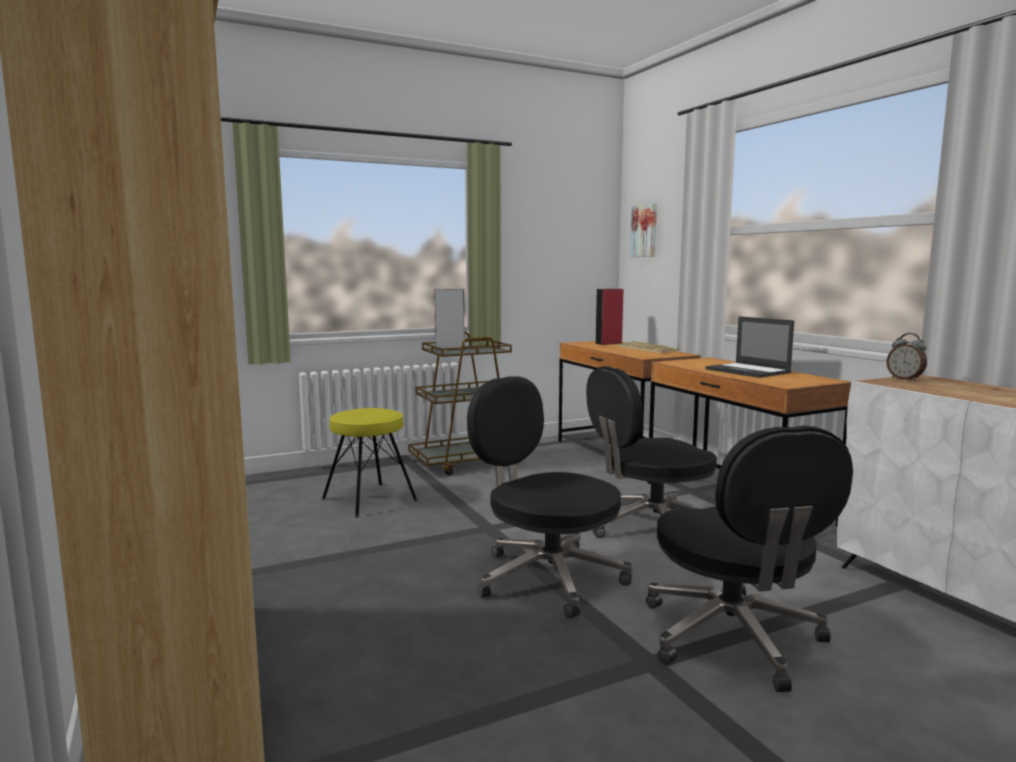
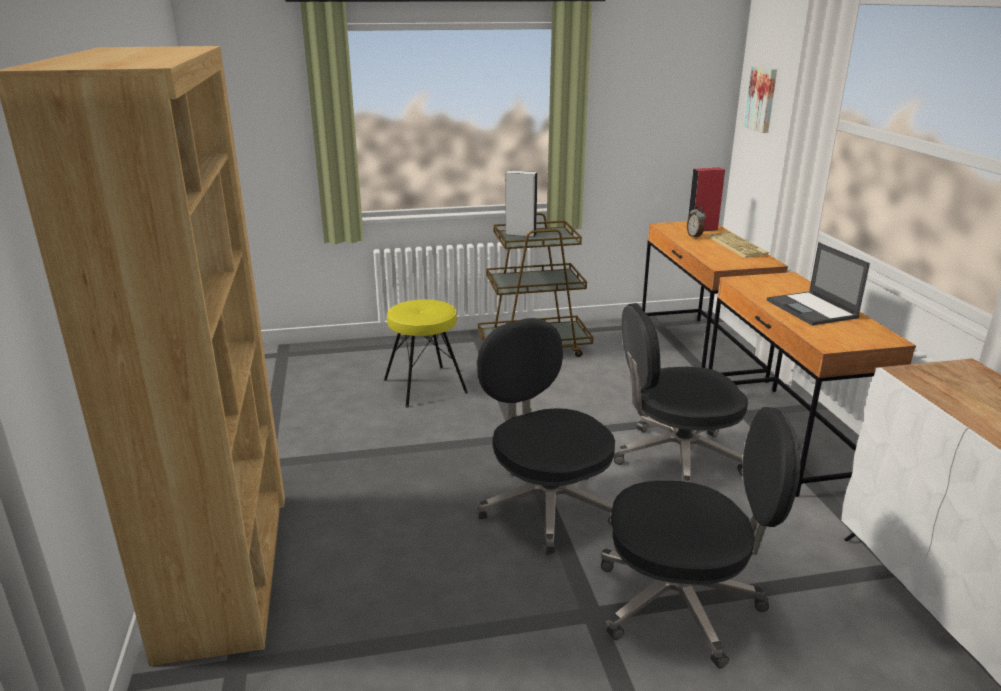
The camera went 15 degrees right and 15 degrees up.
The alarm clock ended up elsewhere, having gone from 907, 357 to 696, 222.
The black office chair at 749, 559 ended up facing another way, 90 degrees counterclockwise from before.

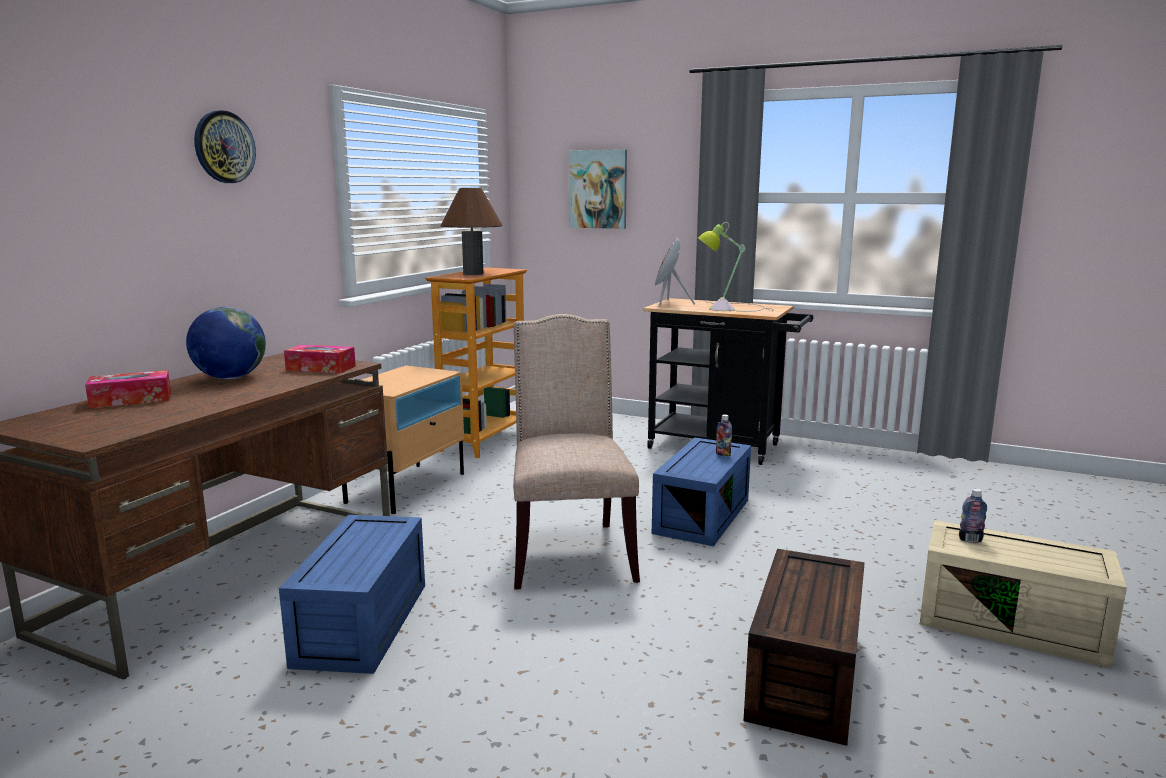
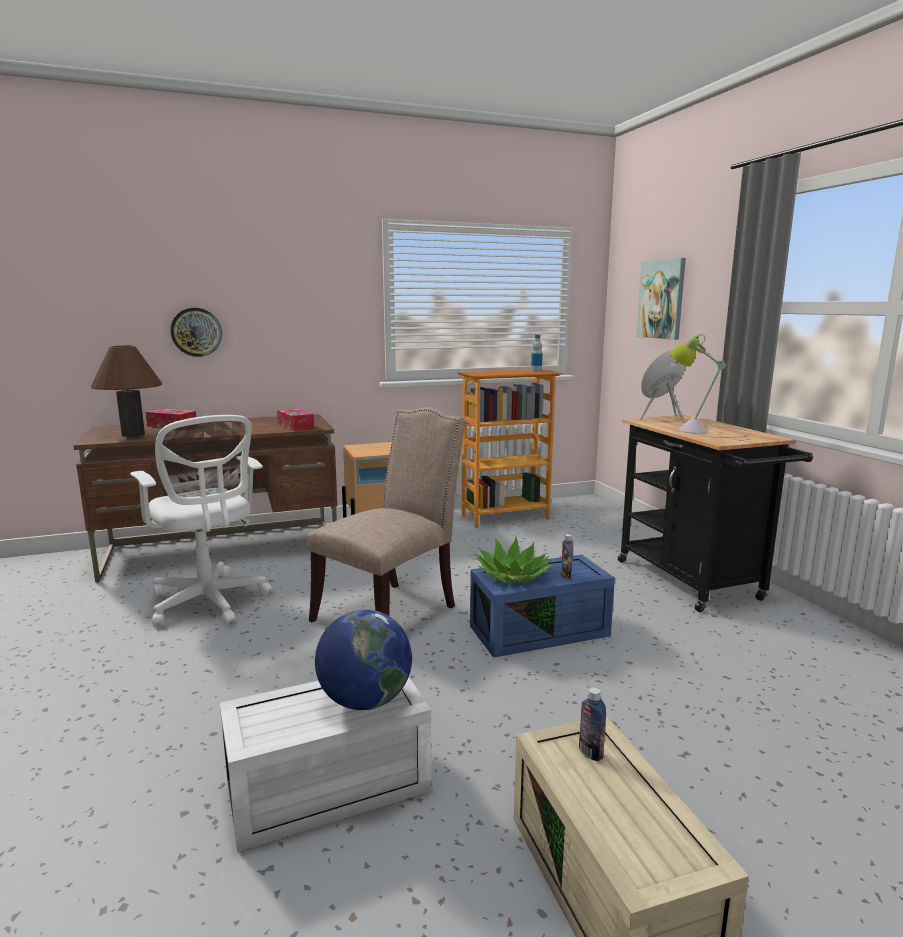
The camera went 45 degrees right and 0 degrees up.
The second view gained the potted plant at 513, 560.
The second view gained the bottle at 537, 353.
The globe ended up elsewhere, having gone from 226, 343 to 363, 660.
The wall clock ended up elsewhere, having gone from 225, 146 to 196, 332.
The brown table lamp ended up elsewhere, having gone from 471, 231 to 127, 391.
Where the blue storage box stood at 352, 594, the white office chair came to stand at 201, 521.
What was the brown storage box at 804, 647 turned into the white storage box at 325, 764.

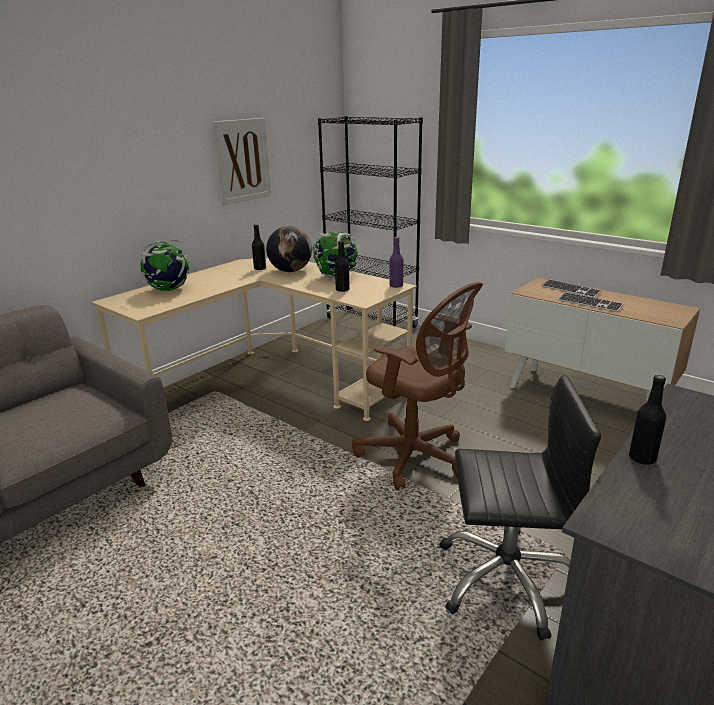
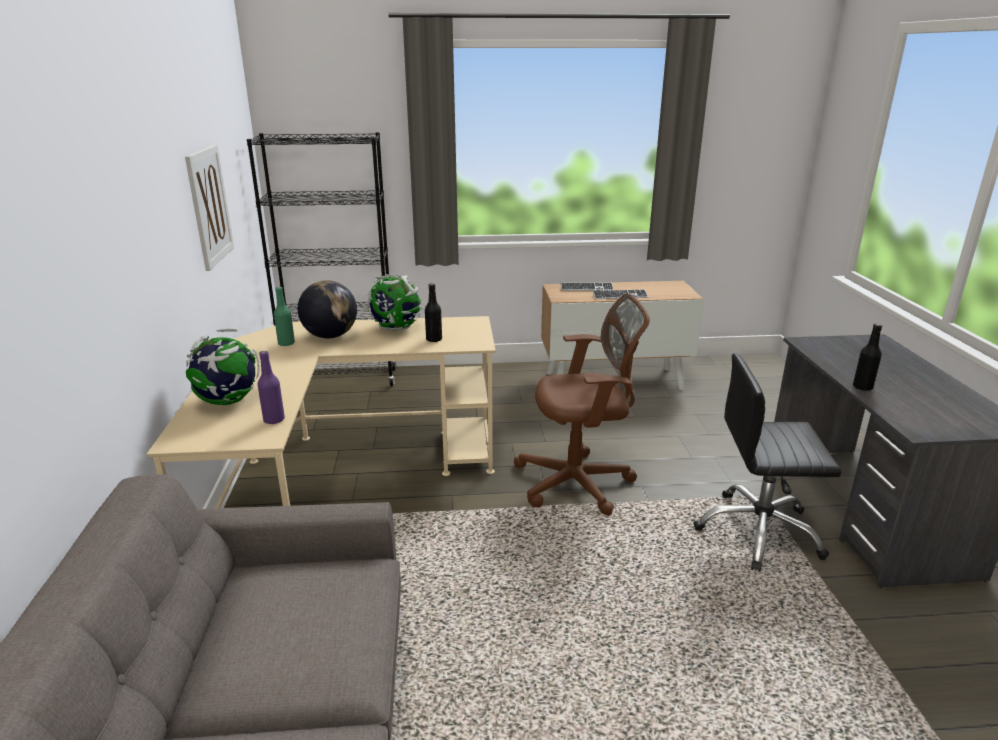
The camera went 45 degrees left and 0 degrees up.
The purple bottle ended up elsewhere, having gone from 396, 262 to 271, 387.
What was the black bottle at 259, 247 turned into the green bottle at 284, 316.
The black office chair at 520, 507 ended up facing another way, 135 degrees counterclockwise from before.

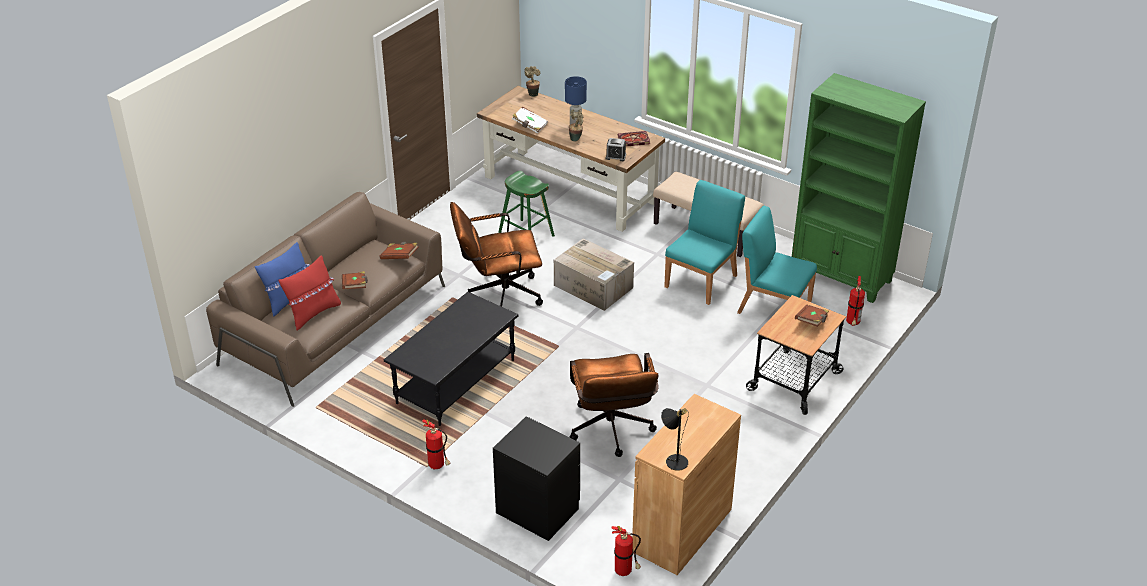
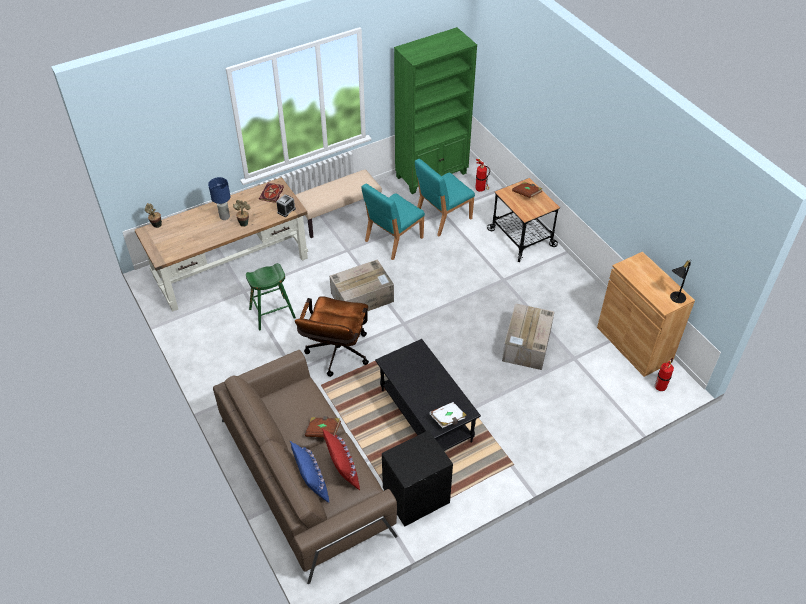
The camera went 65 degrees left and 10 degrees up.
The second view lost the brown book at 399, 250.
The second view lost the fire extinguisher at 436, 444.
The black nightstand ended up elsewhere, having gone from 536, 478 to 417, 478.
The white book ended up elsewhere, having gone from 530, 120 to 447, 415.
Where the brown office chair stood at 614, 405, the cardboard box came to stand at 528, 336.
The turquoise chair at 704, 242 ended up facing another way, 105 degrees counterclockwise from before.

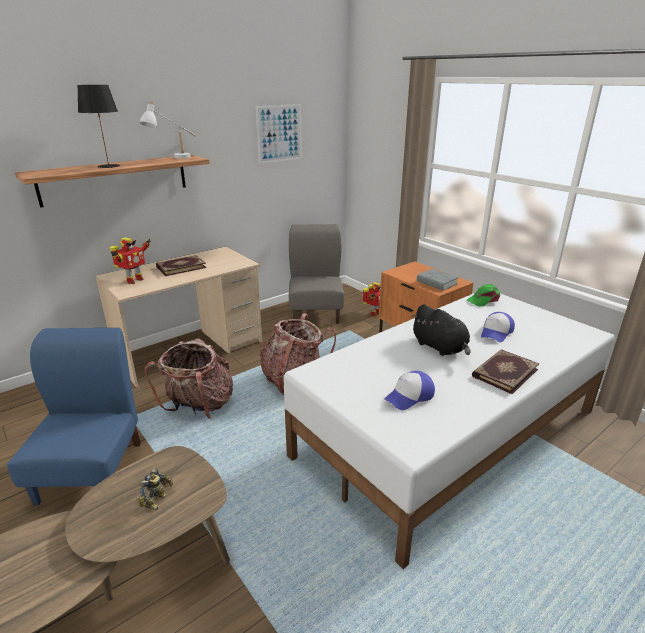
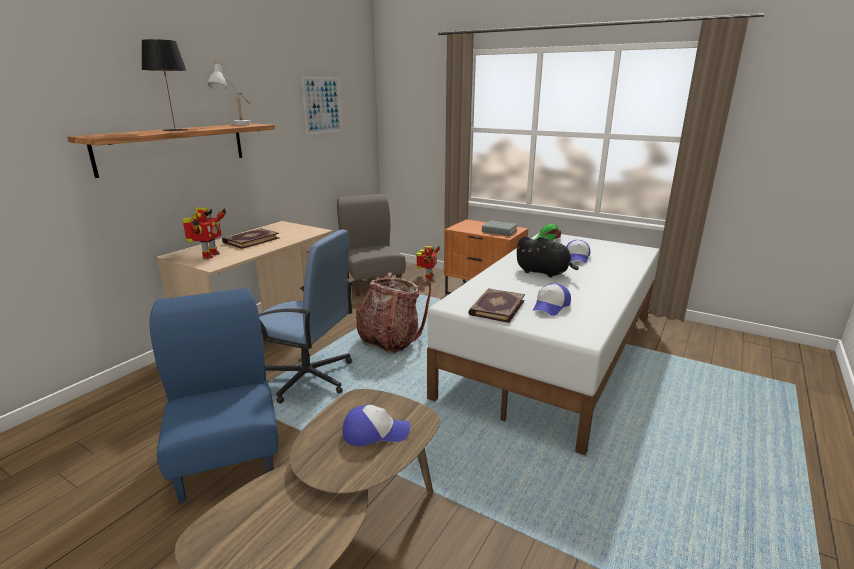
The camera went 20 degrees left and 5 degrees down.
The book ended up elsewhere, having gone from 505, 371 to 496, 305.
Where the toy robot stood at 156, 489, the cap came to stand at 376, 425.
Where the backpack stood at 188, 378, the blue office chair came to stand at 306, 316.

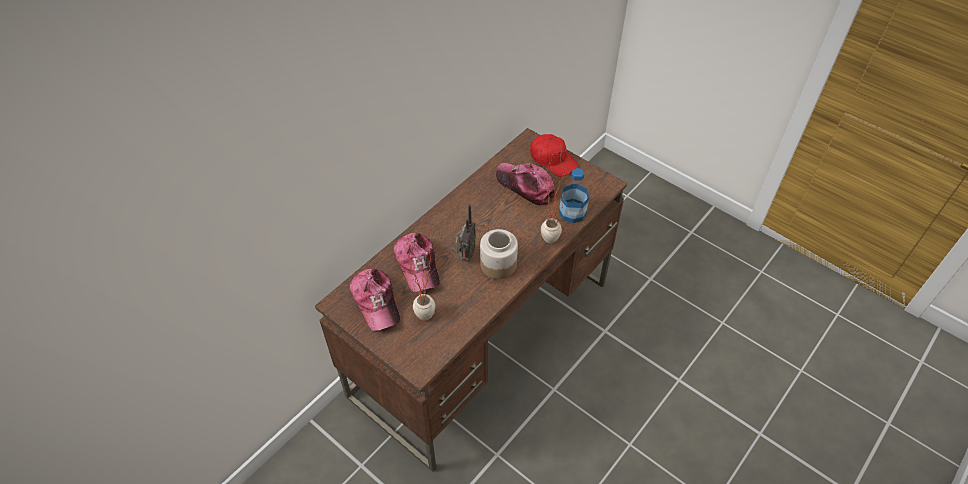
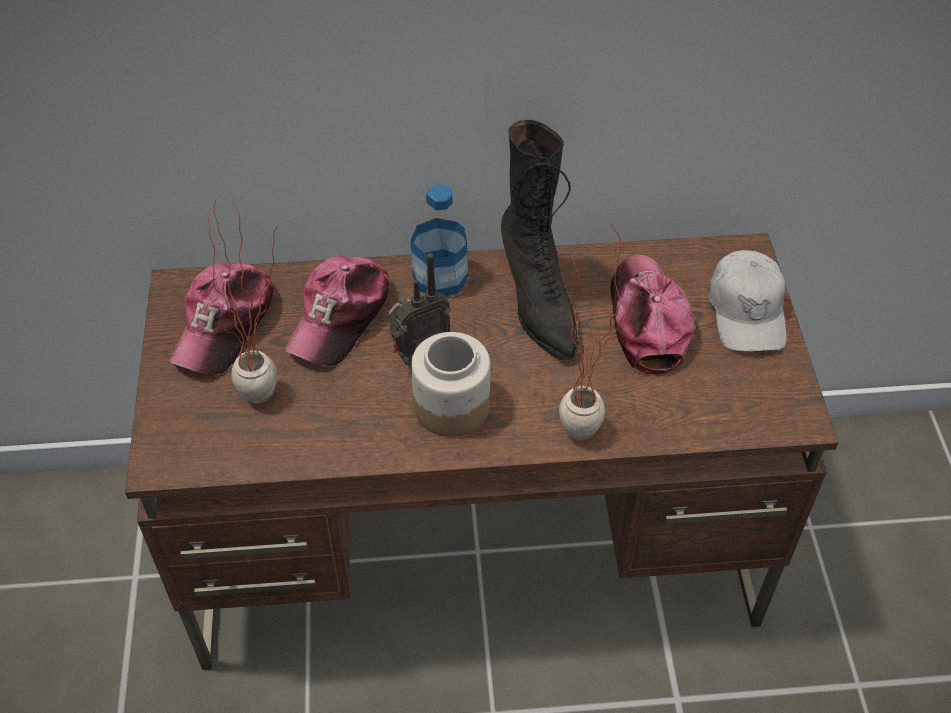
The camera went 45 degrees right and 0 degrees up.
The second view gained the black boot at 539, 240.
The bottle ended up elsewhere, having gone from 574, 195 to 439, 240.
What was the red cap at 554, 155 turned into the white cap at 747, 301.

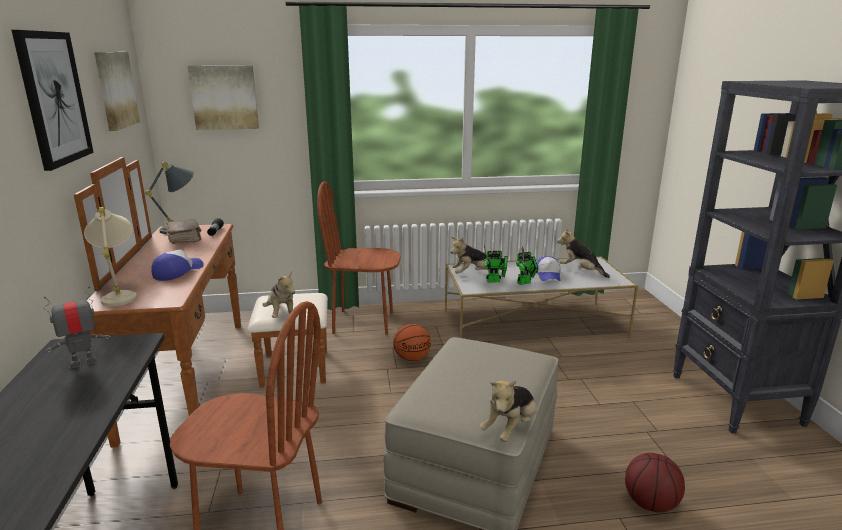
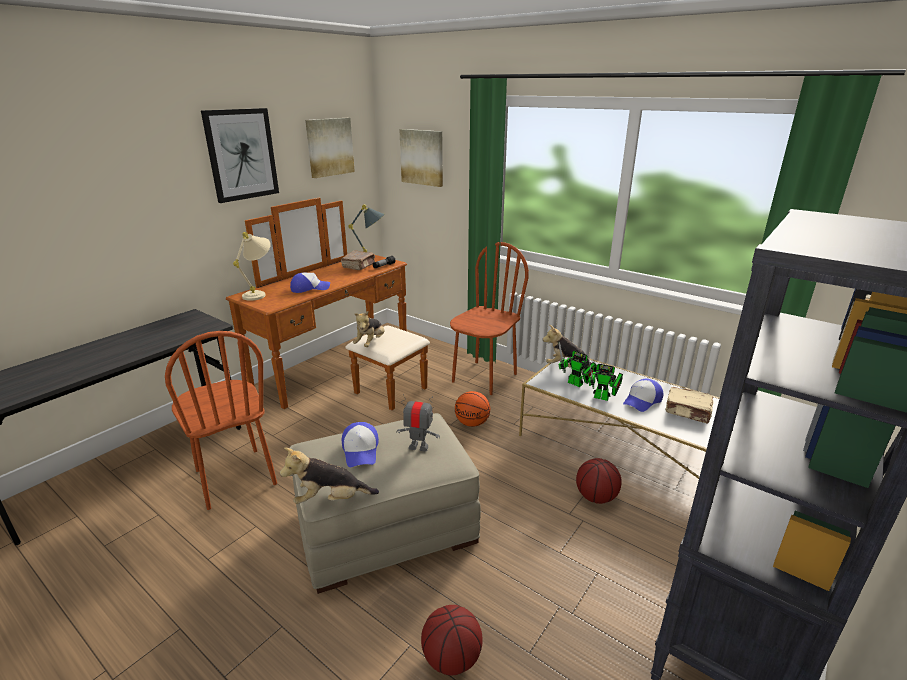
The camera went 45 degrees right and 5 degrees up.
The second view gained the cap at 360, 444.
The second view gained the basketball at 599, 481.
The toy robot ended up elsewhere, having gone from 77, 327 to 418, 423.
Where the plush toy stood at 583, 253, the beige book came to stand at 689, 405.
The brown chair at 359, 258 ended up facing another way, 75 degrees clockwise from before.

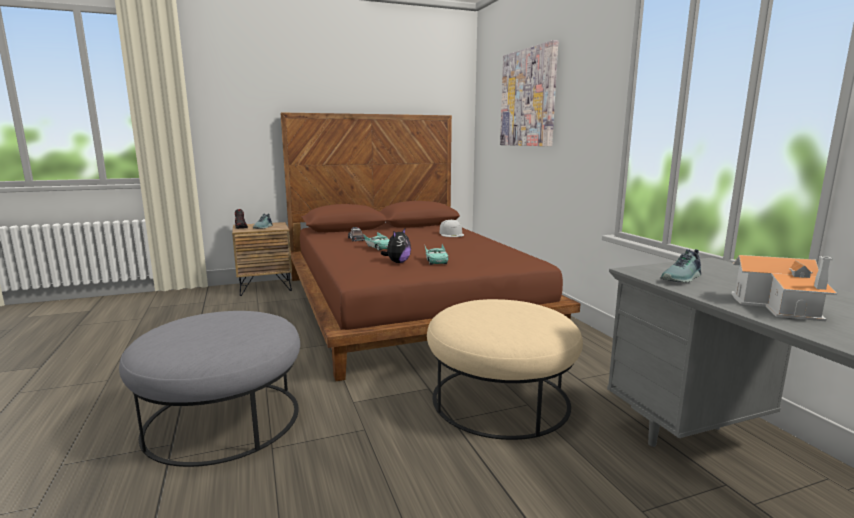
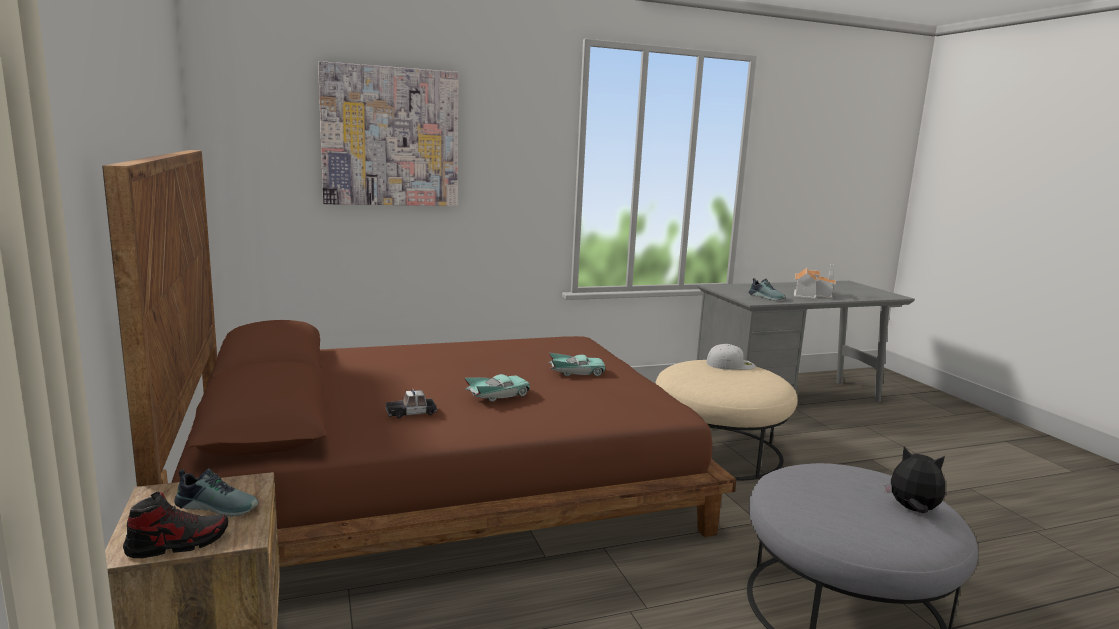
The camera went 90 degrees left and 0 degrees up.
The plush toy ended up elsewhere, having gone from 396, 246 to 914, 480.
The white cap ended up elsewhere, having gone from 452, 228 to 731, 357.

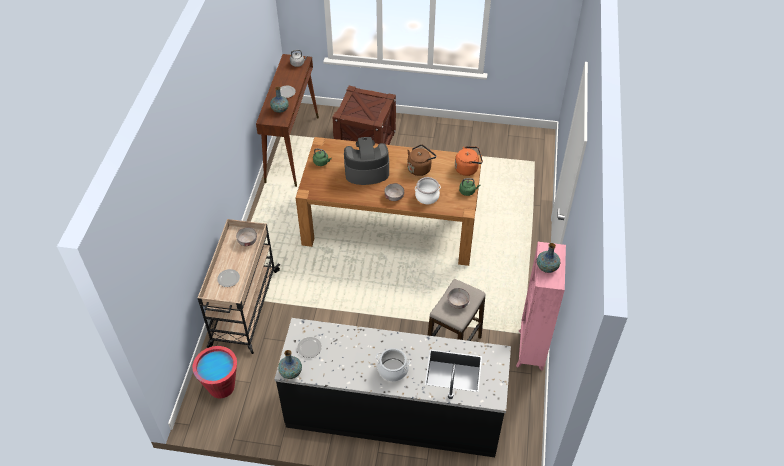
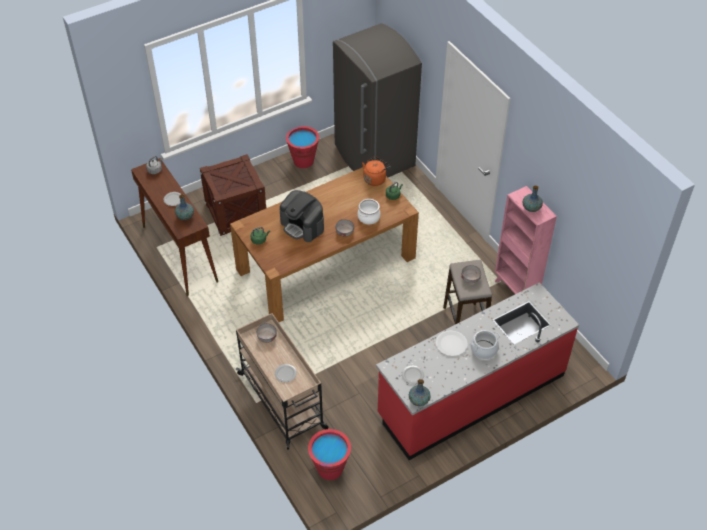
The camera went 40 degrees left and 0 degrees up.
The second view lost the brown kettle at 421, 160.
The second view gained the red bucket at 302, 147.
The second view gained the grey fridge at 377, 100.
The second view gained the white plate at 452, 343.
What was the black counter at 392, 387 turned into the red counter at 477, 371.
The coffee machine at 366, 161 ended up facing another way, 90 degrees counterclockwise from before.

